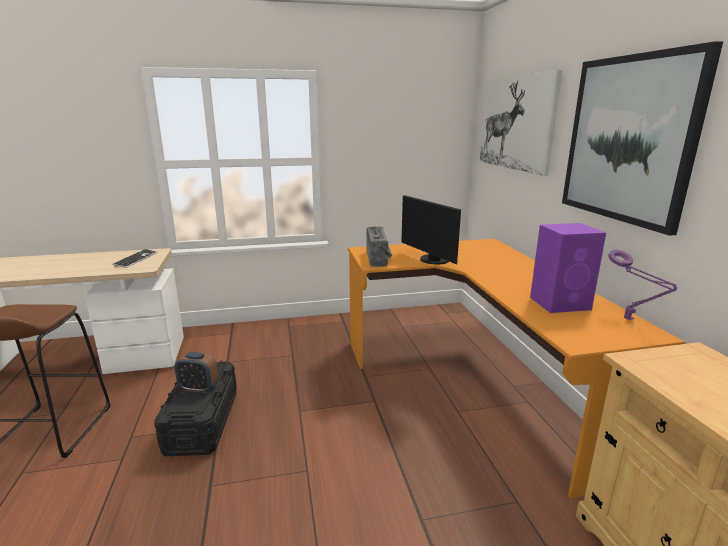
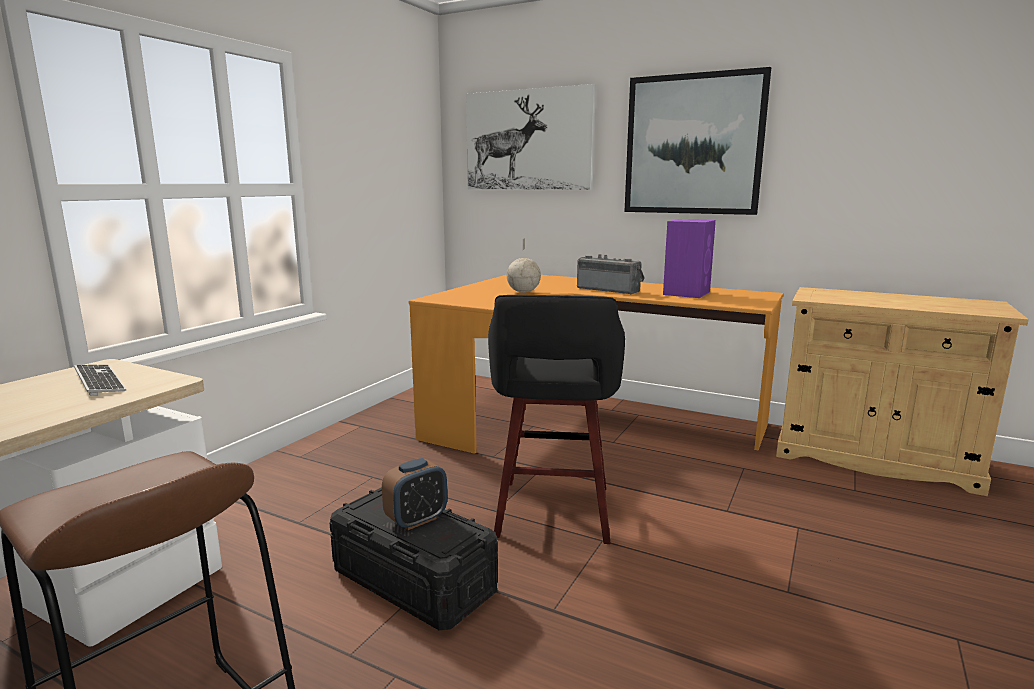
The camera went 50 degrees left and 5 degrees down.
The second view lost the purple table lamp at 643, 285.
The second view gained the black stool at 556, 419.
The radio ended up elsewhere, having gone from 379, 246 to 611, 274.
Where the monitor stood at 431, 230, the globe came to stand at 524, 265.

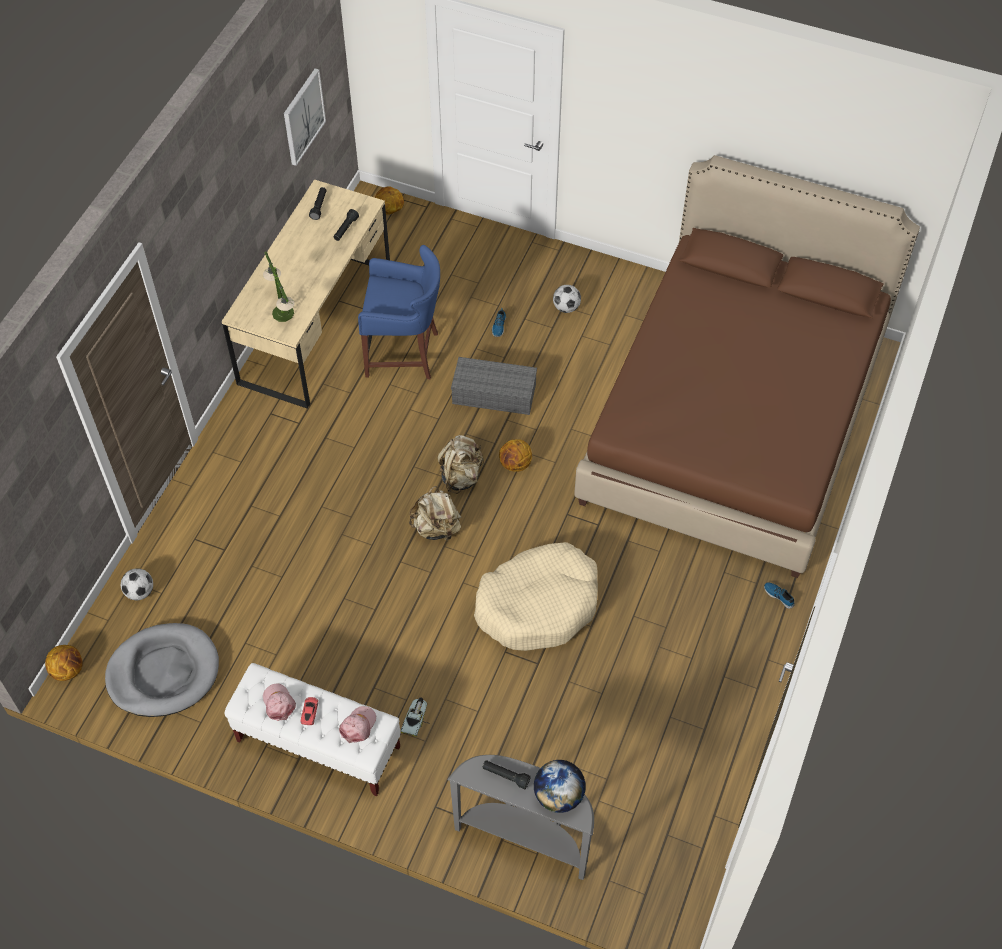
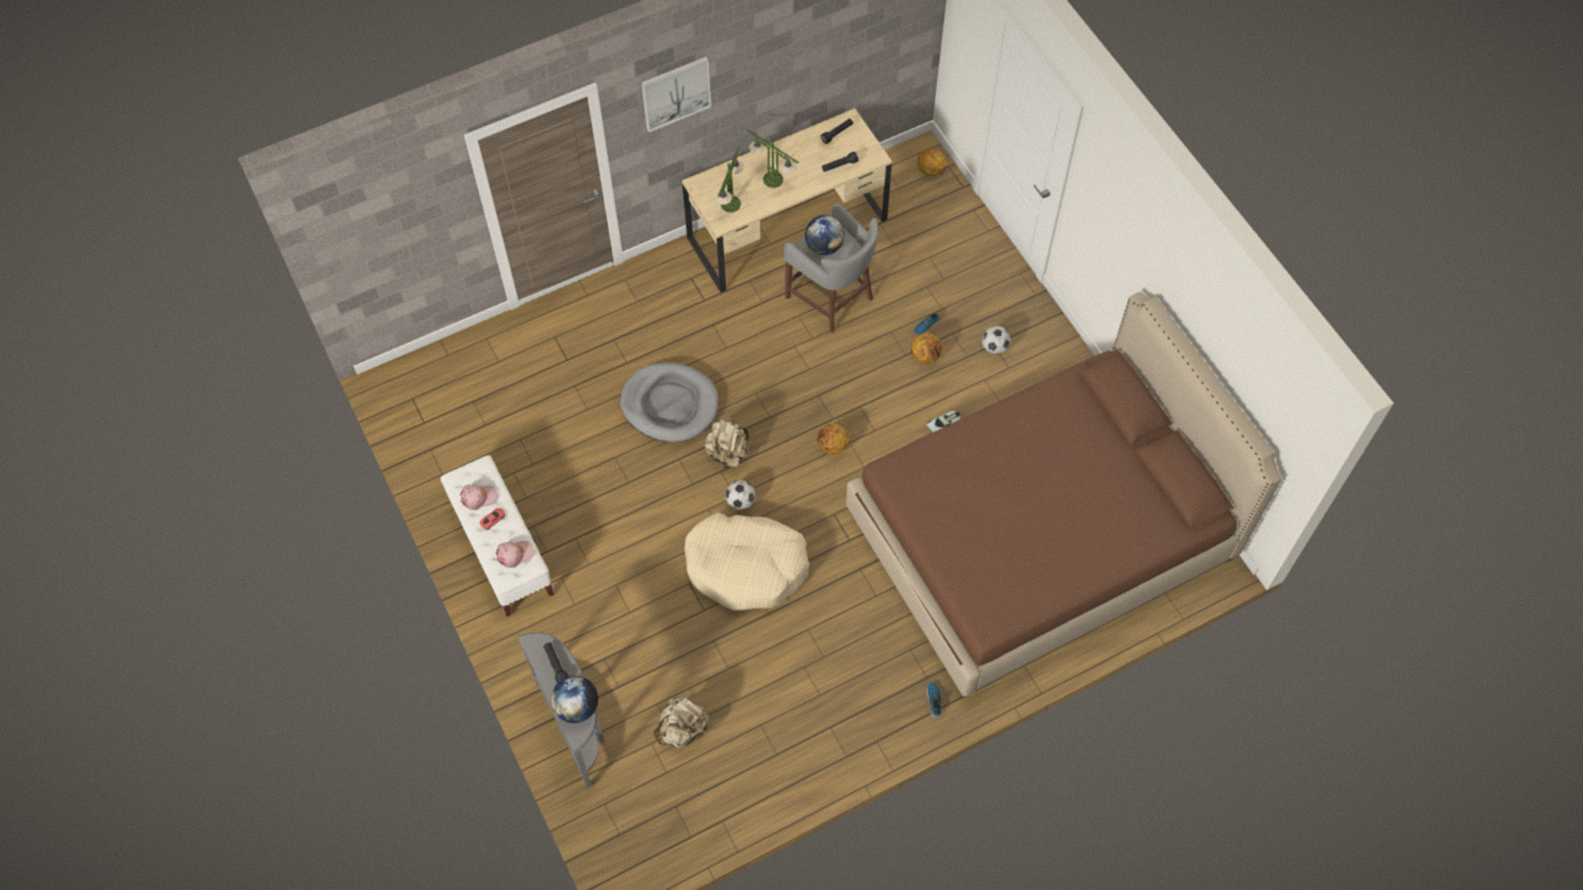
The camera went 40 degrees right and 5 degrees up.
The second view lost the grey storage box at 494, 386.
The second view gained the table lamp at 772, 158.
The second view gained the globe at 825, 235.
The basketball ended up elsewhere, having gone from 64, 663 to 926, 348.
The grey dog bed ended up elsewhere, having gone from 162, 670 to 669, 402.
The football ended up elsewhere, having gone from 137, 584 to 740, 495.
The picture ended up elsewhere, having gone from 305, 117 to 676, 94.
The toy car ended up elsewhere, having gone from 415, 717 to 943, 422.
The beige backpack ended up elsewhere, having gone from 460, 464 to 681, 722.
What was the blue stool at 399, 312 turned into the grey stool at 831, 268.
The pink cap at 279, 702 ended up facing another way, 60 degrees clockwise from before.

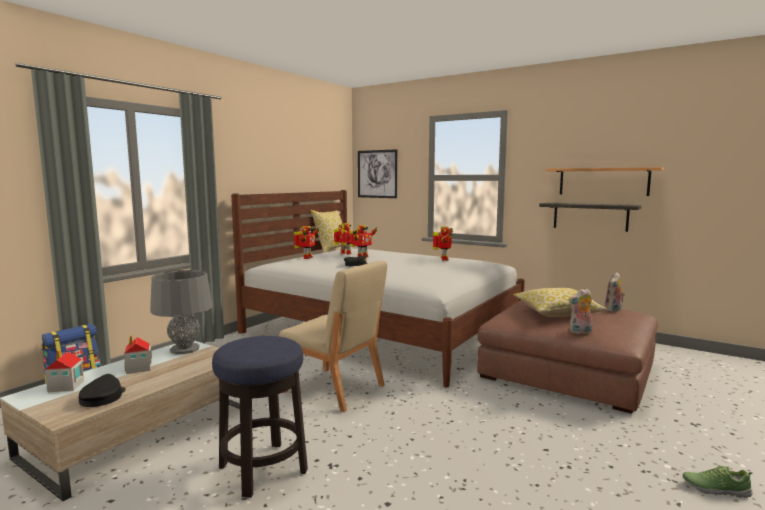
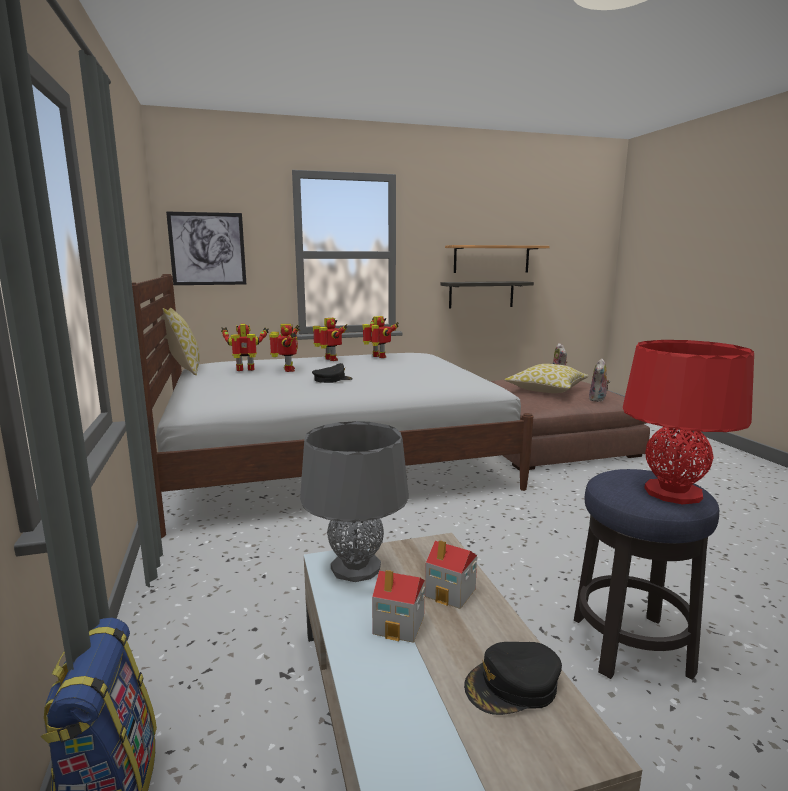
The camera went 50 degrees left and 5 degrees up.
The second view lost the beige chair at 333, 336.
The second view lost the shoe at 717, 481.
The second view gained the red table lamp at 688, 422.
The toy house ended up elsewhere, having gone from 64, 370 to 451, 574.
The toy robot ended up elsewhere, having gone from 306, 242 to 330, 339.
The black cap at 102, 390 ended up facing another way, 60 degrees counterclockwise from before.

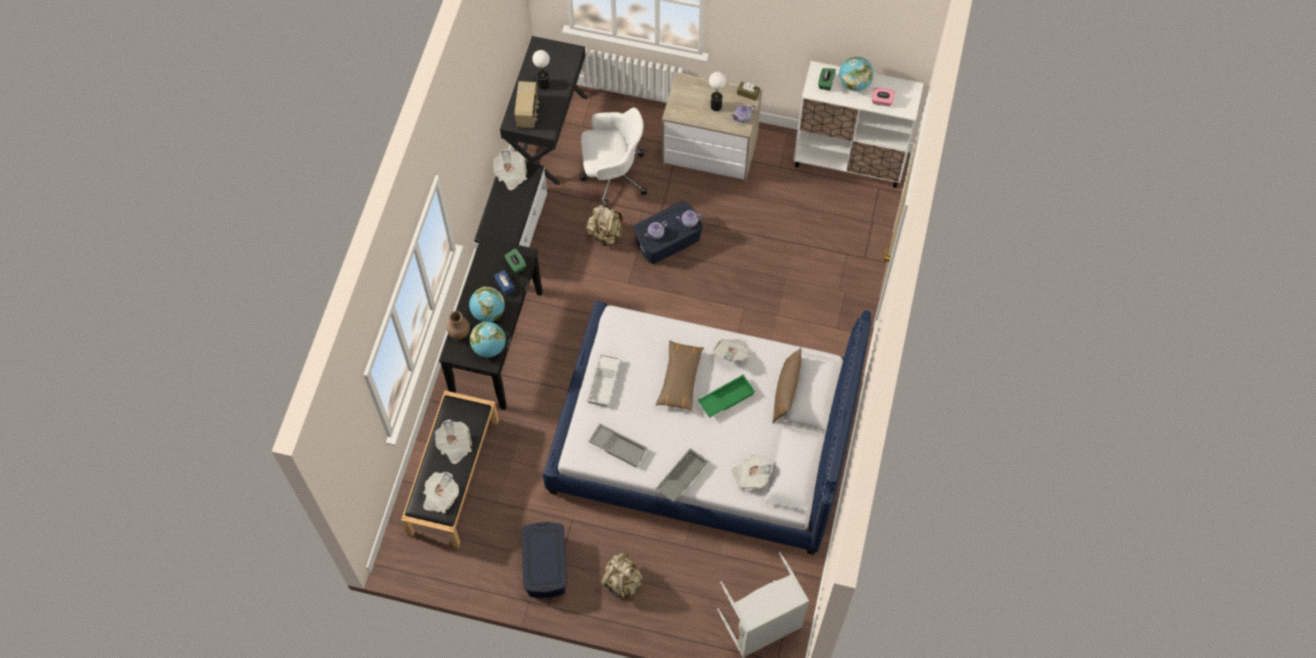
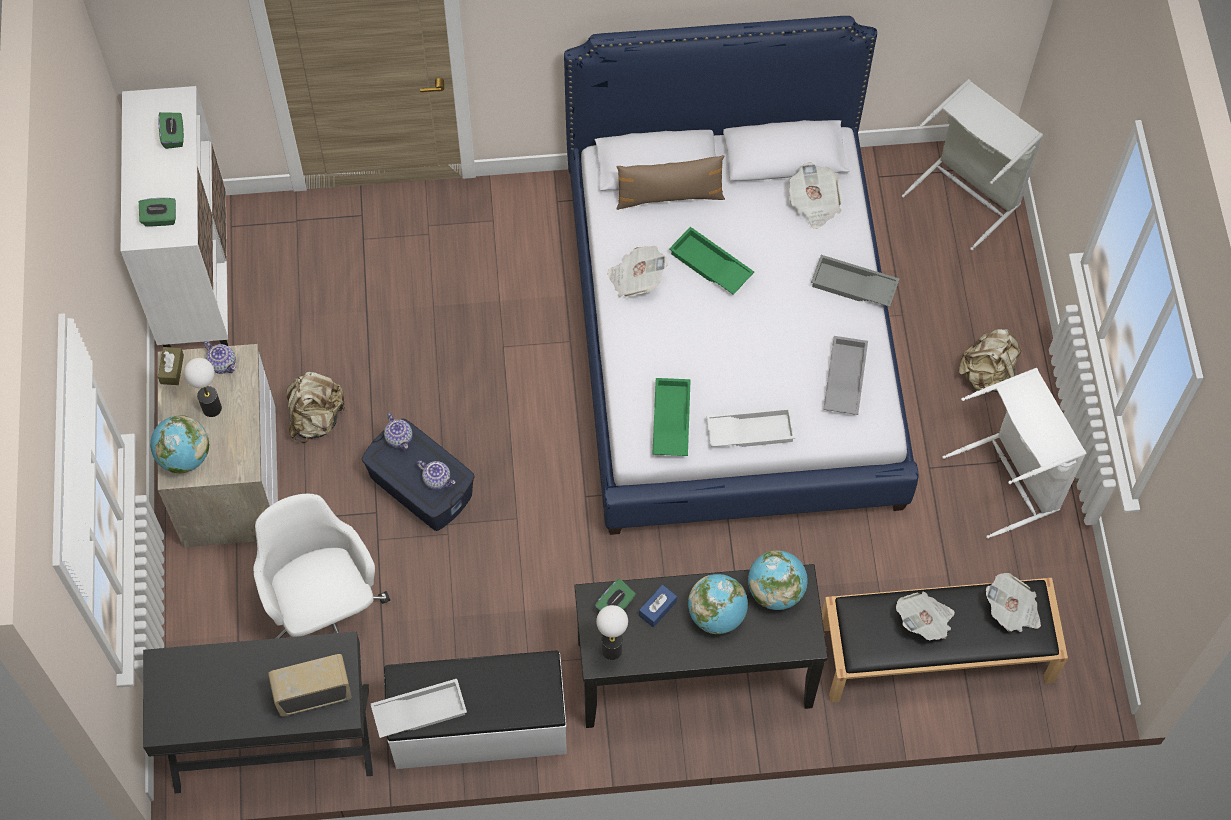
The camera went 110 degrees left and 0 degrees up.
The second view lost the brown vase at 458, 325.
The second view lost the brown pillow at 680, 376.
The second view gained the green tray at 671, 417.
The table lamp ended up elsewhere, having gone from 541, 70 to 612, 632.
The beige backpack ended up elsewhere, having gone from 604, 225 to 316, 407.
The globe ended up elsewhere, having gone from 856, 74 to 179, 444.
Where the newspaper stood at 510, 169, the white tray came to stand at 419, 708.
Where the blue storage box stood at 544, 560, the white laundry basket came to stand at 1014, 453.
What was the pink tissue box at 883, 97 turned into the green tissue box at 171, 130.

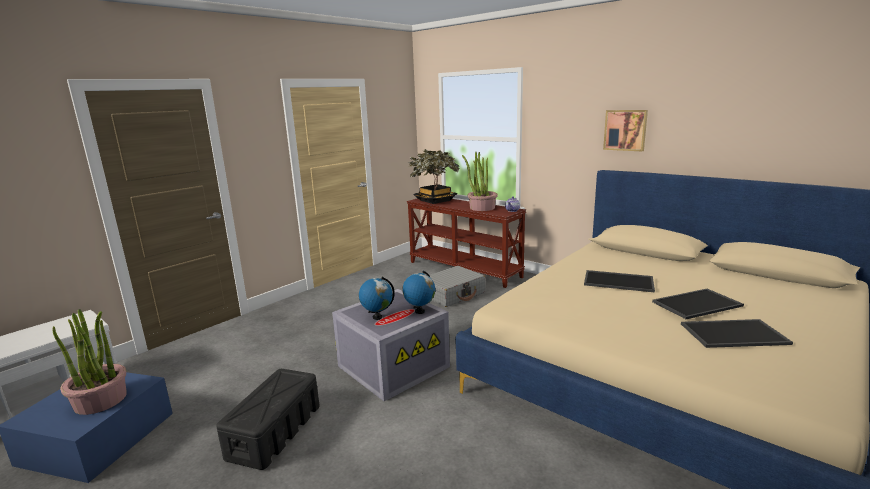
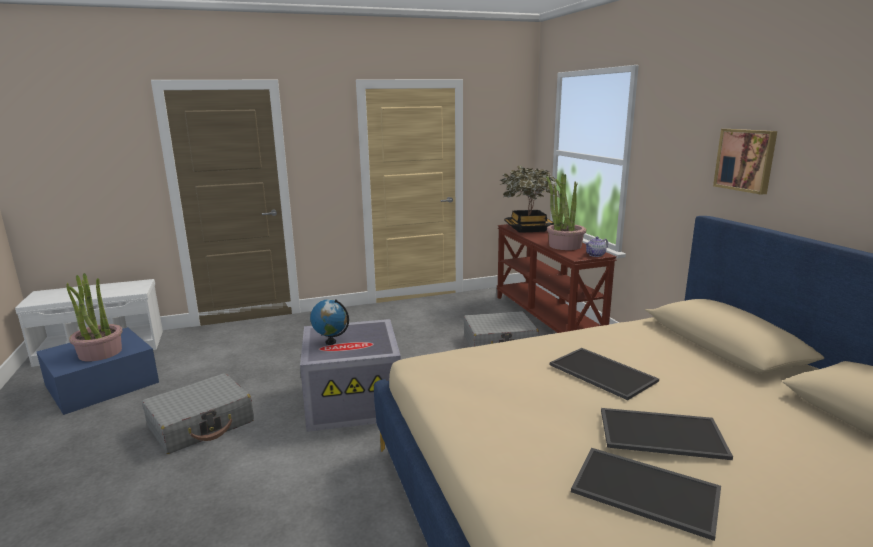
The camera went 30 degrees right and 0 degrees up.
The second view lost the globe at 418, 292.
Where the black storage box stood at 268, 419, the grey suitcase came to stand at 198, 413.

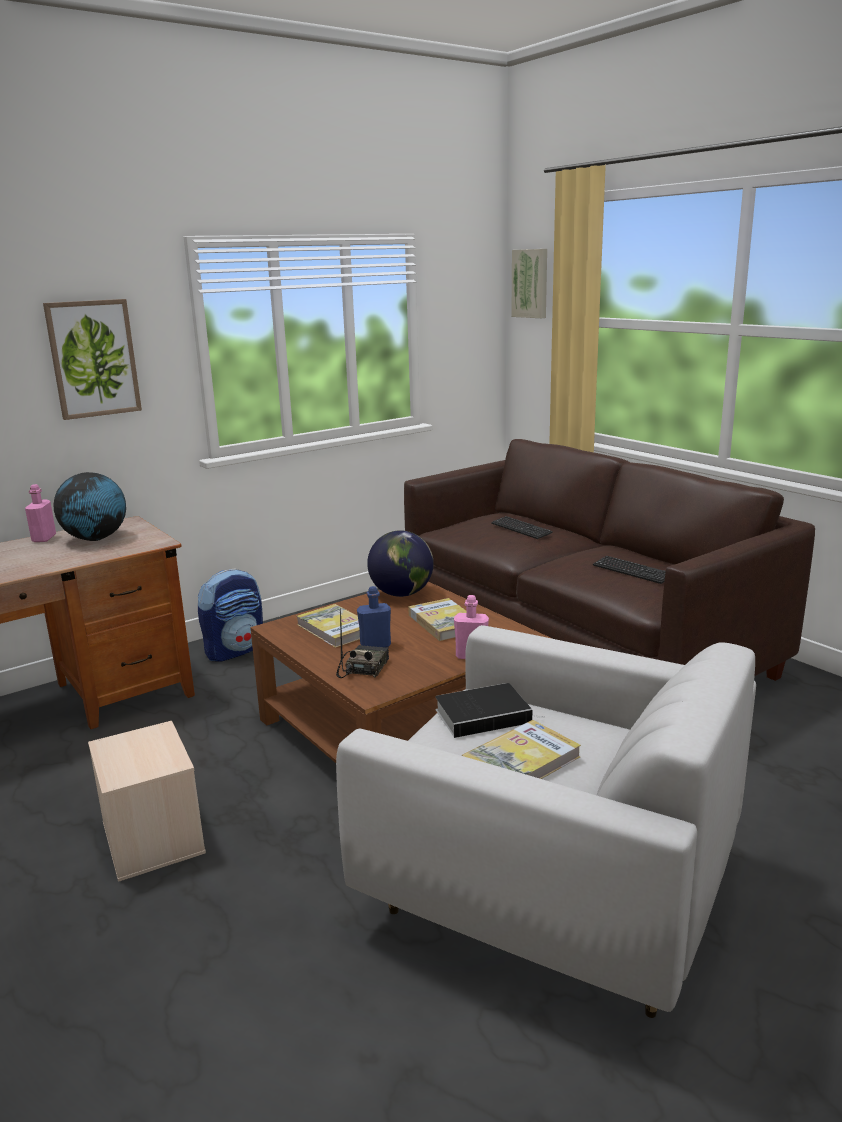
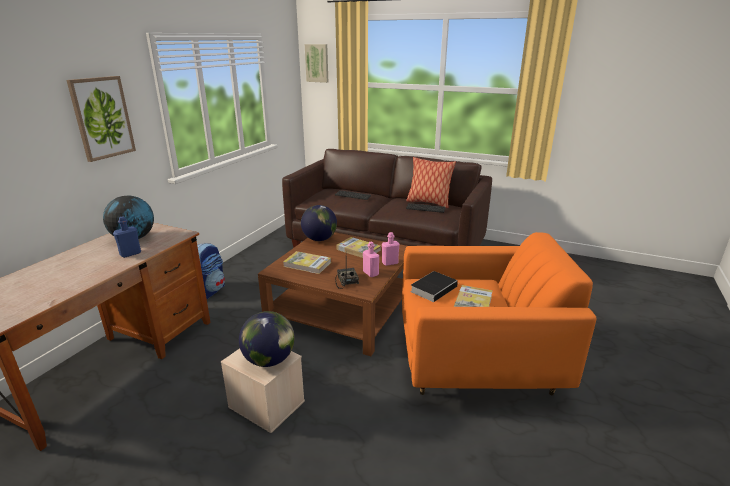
The camera went 30 degrees left and 5 degrees up.
The second view gained the globe at 267, 339.
The second view gained the pillow at 431, 182.
The pink bottle ended up elsewhere, having gone from 40, 513 to 371, 259.
The blue bottle ended up elsewhere, having gone from 374, 617 to 127, 237.
What was the white armchair at 546, 821 turned into the orange armchair at 499, 313.

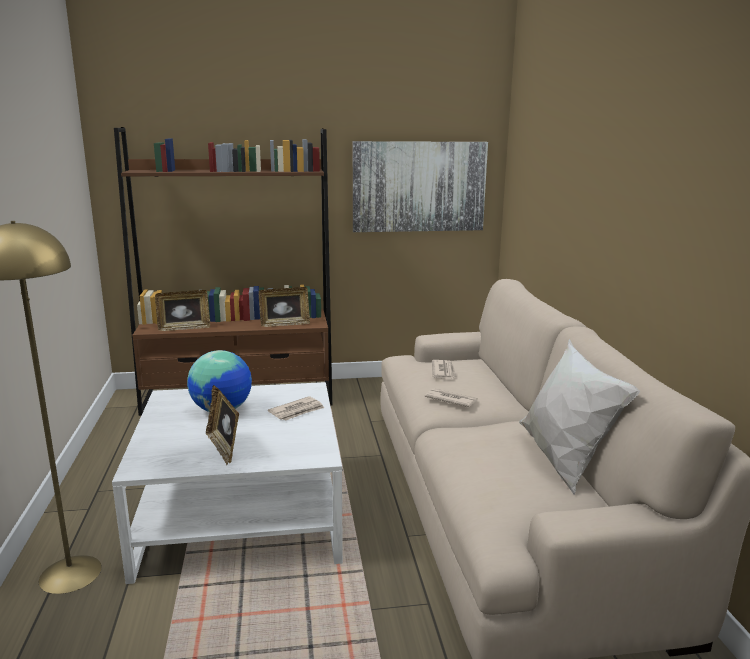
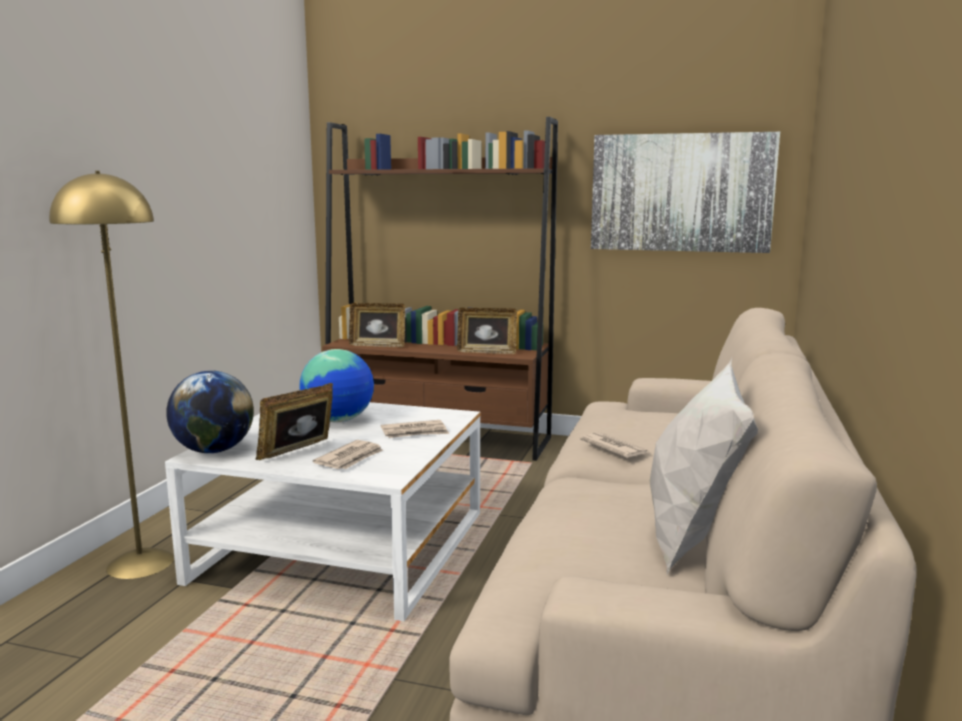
The camera went 25 degrees right and 5 degrees down.
The second view gained the globe at 210, 411.
The newspaper ended up elsewhere, having gone from 444, 369 to 348, 454.
The picture frame at 222, 425 ended up facing another way, 45 degrees clockwise from before.

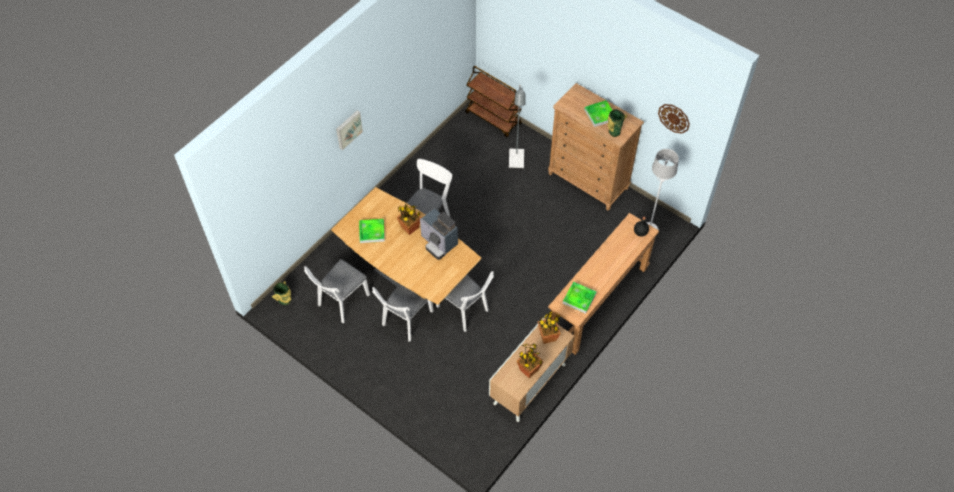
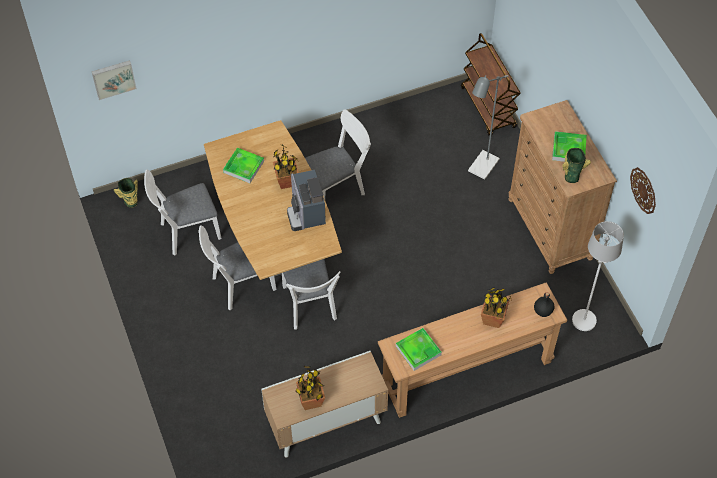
The camera went 30 degrees right and 0 degrees up.
The picture ended up elsewhere, having gone from 349, 130 to 114, 80.
The potted plant ended up elsewhere, having gone from 549, 327 to 496, 307.

